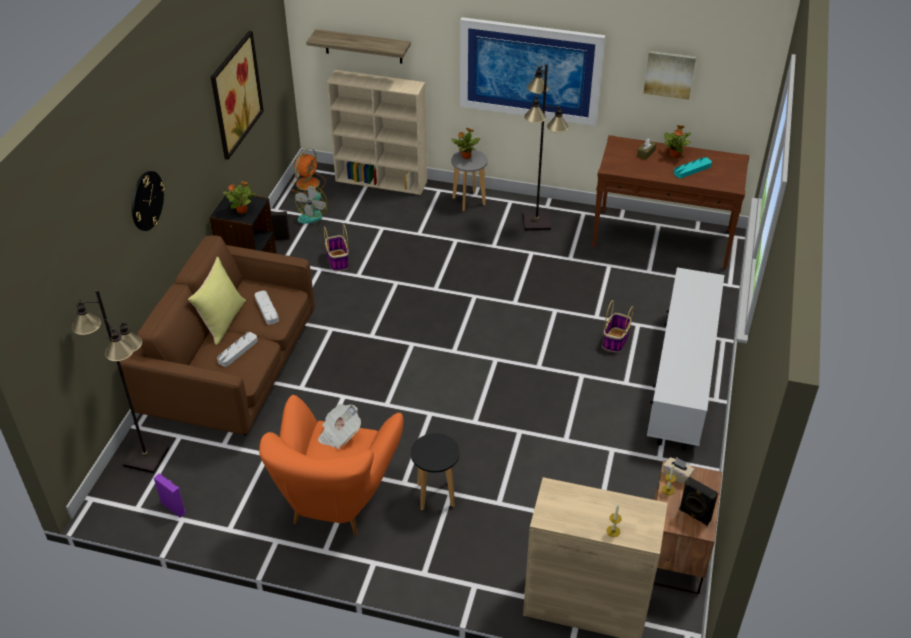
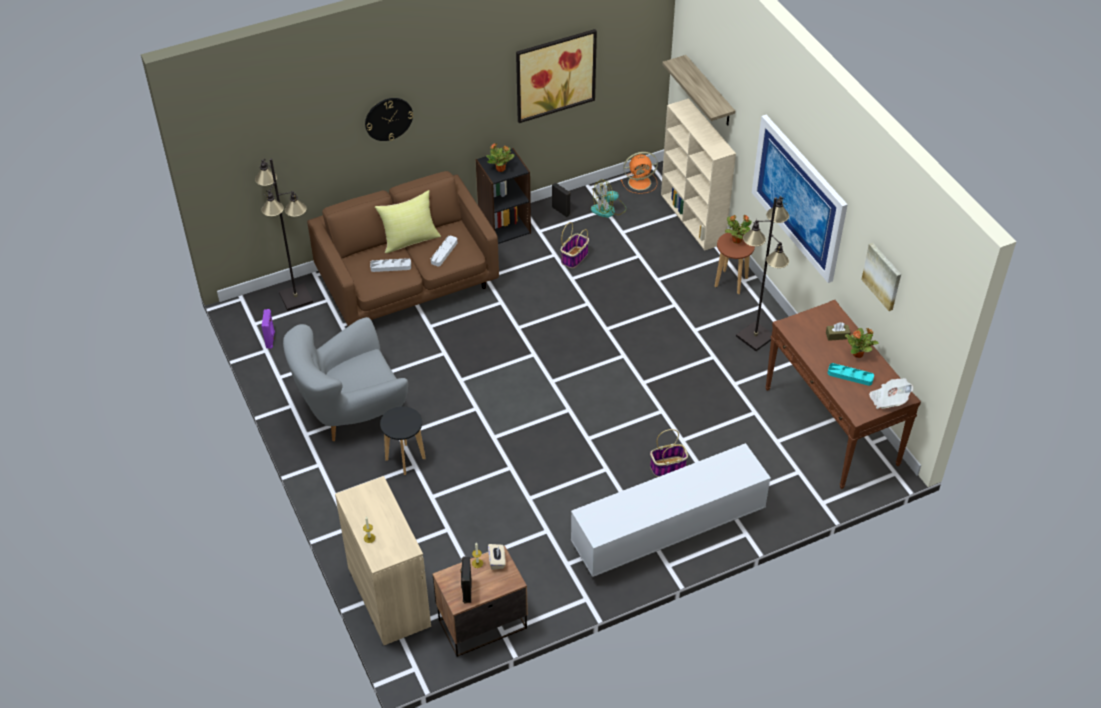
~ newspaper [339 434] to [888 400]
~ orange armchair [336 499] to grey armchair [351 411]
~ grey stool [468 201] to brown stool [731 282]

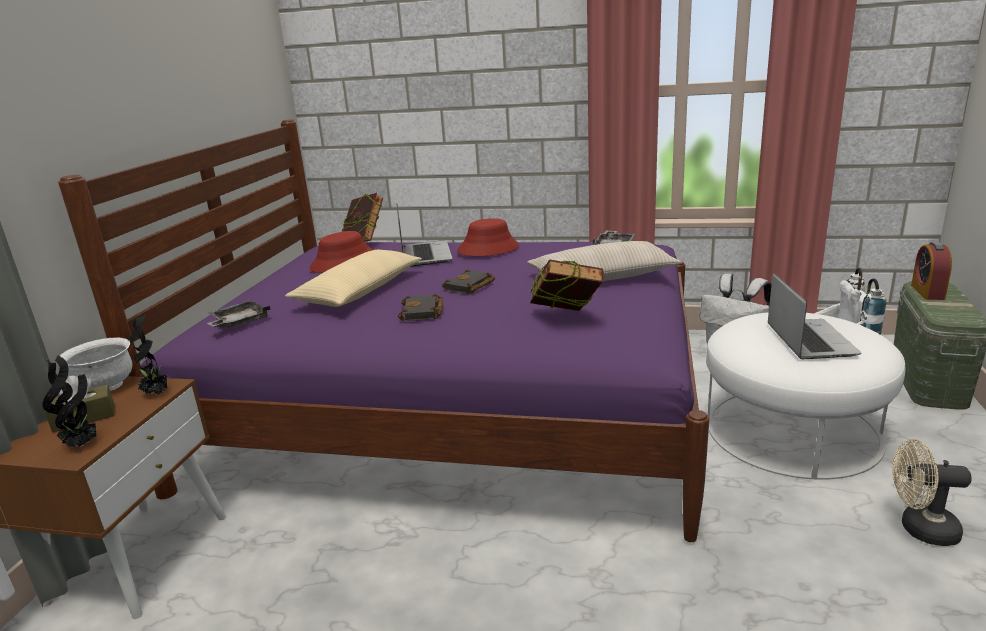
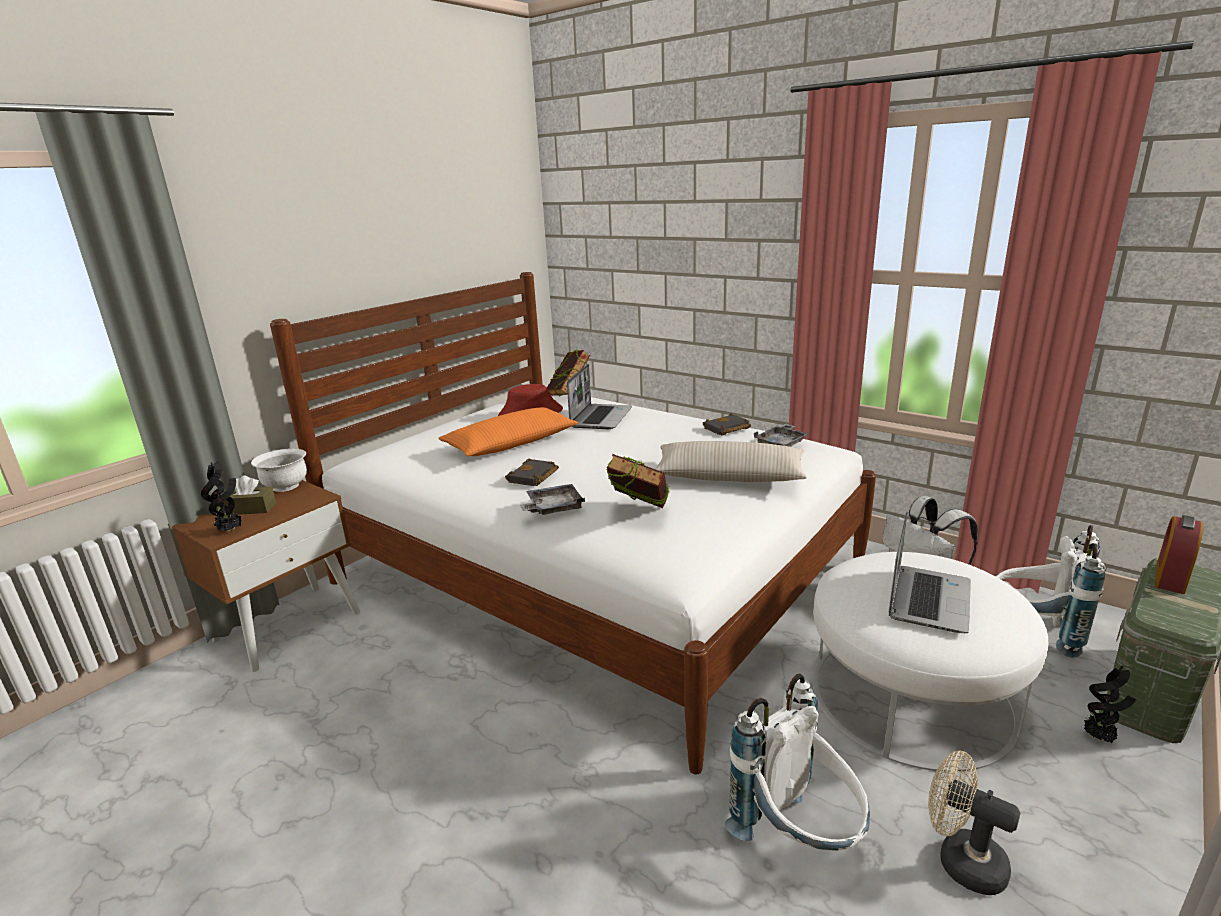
- red hat [488 249]
+ white backpack [798 837]
~ potted plant [157 393] to [1099 738]
~ grey tray [239 322] to [553 508]
~ black book [469 287] to [726 429]
~ purple bed [457 411] to white bed [594 574]
~ beige pillow [360 291] to orange pillow [511 444]

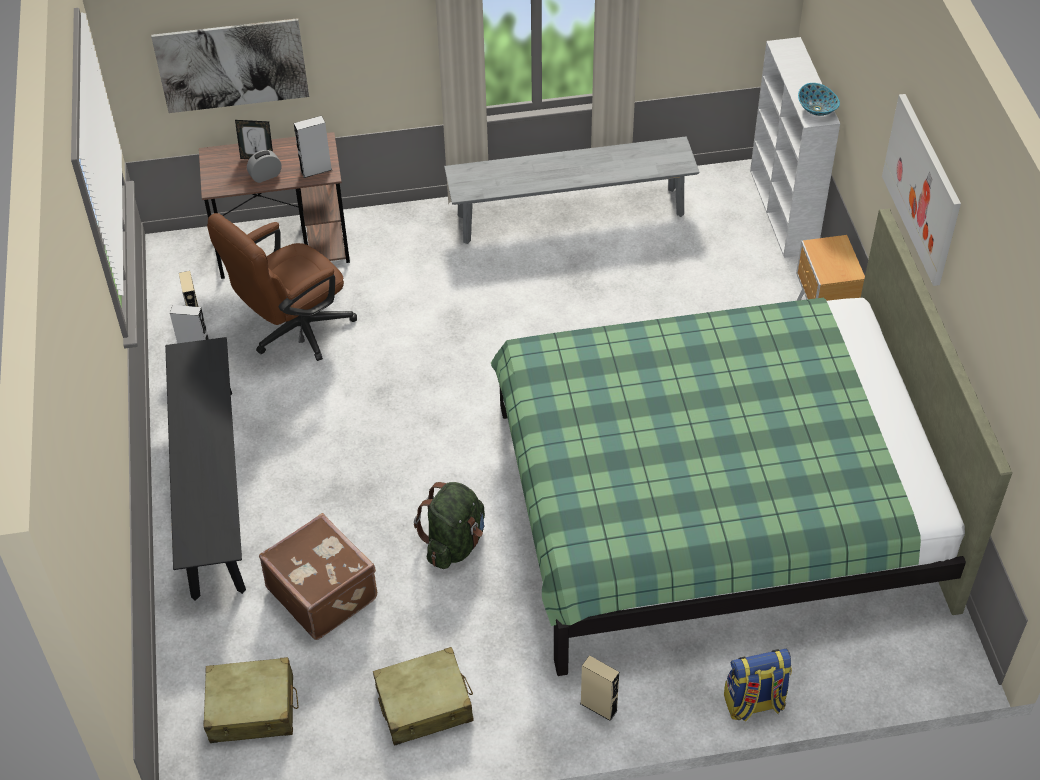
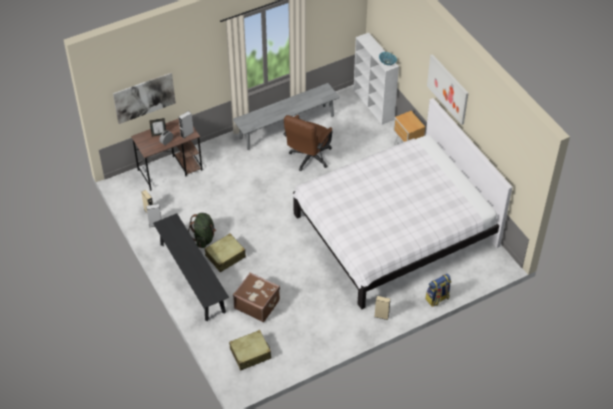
~ brown office chair [293 331] to [308 159]
~ beige suitcase [424 705] to [225 256]
~ green backpack [454 543] to [204 238]
~ green bed [715 503] to white bed [394 230]

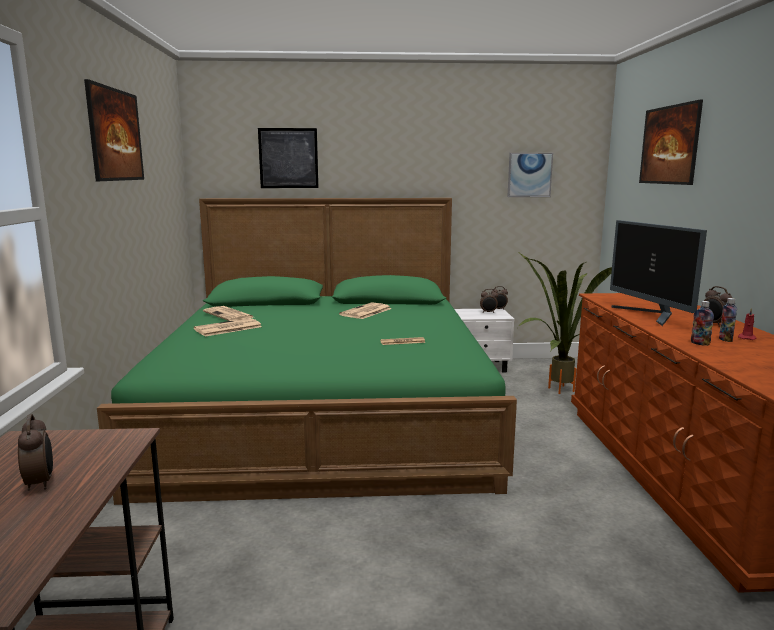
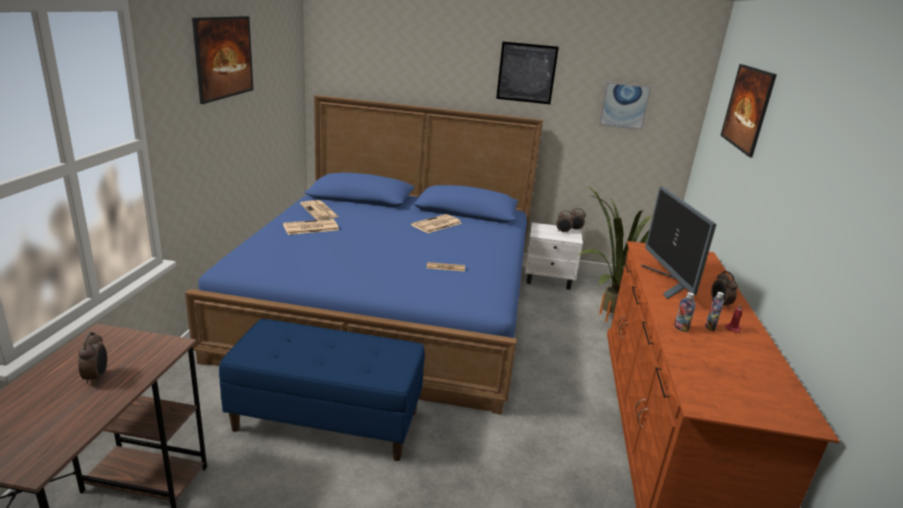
+ blue bench [328 420]
~ picture [288 158] to [526 73]
~ green bed [324 412] to blue bed [389 305]

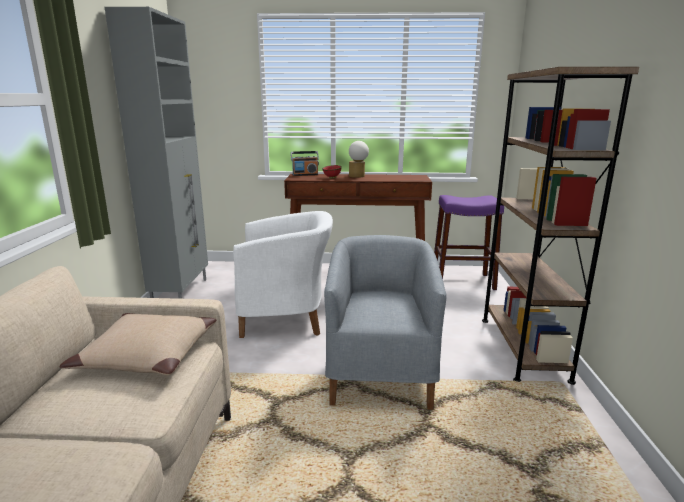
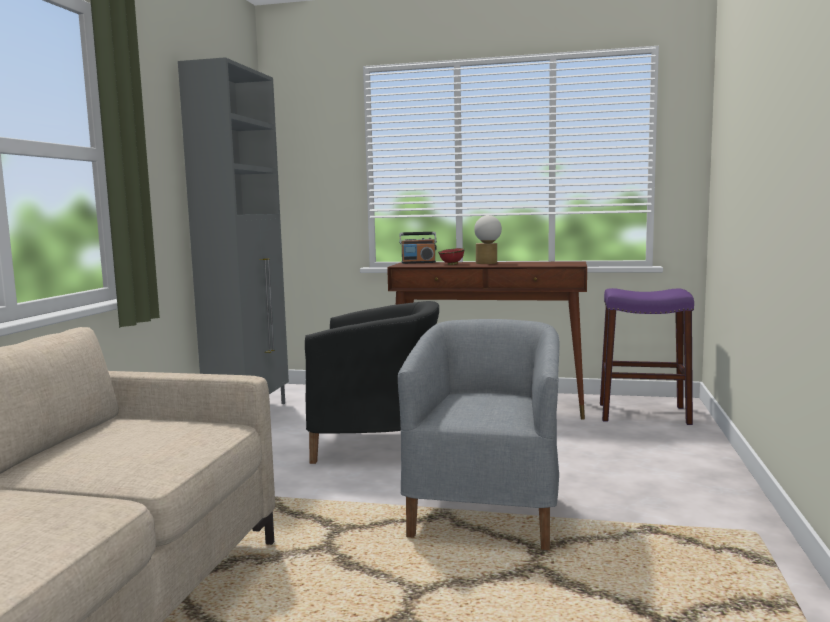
- beige pillow [147 355]
- brown bookcase [523 348]
~ white armchair [286 318] to black armchair [378 446]

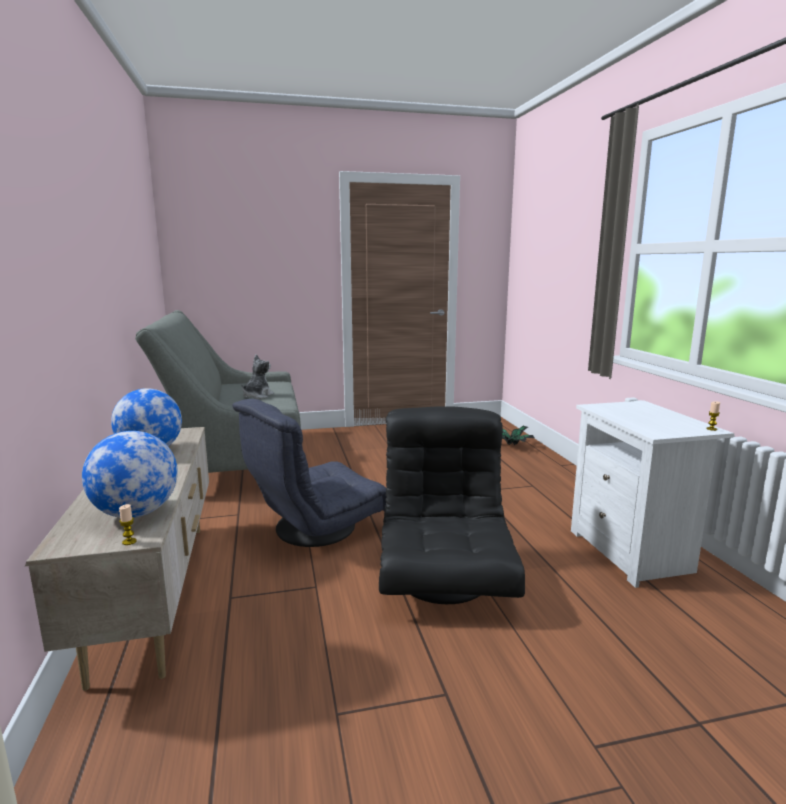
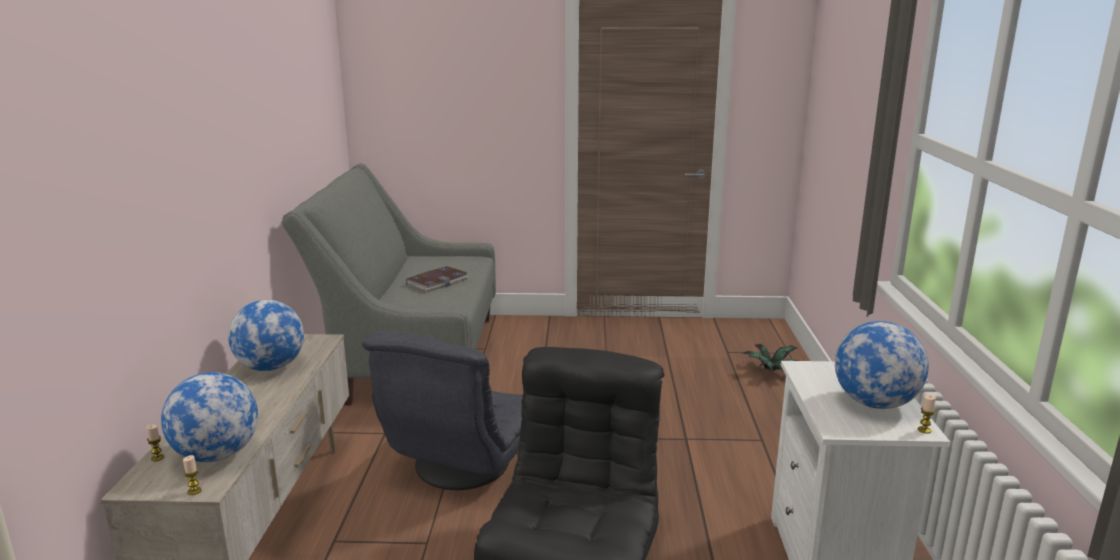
+ candle [157 458]
+ globe [874 404]
~ plush toy [257 396] to book [437 282]
~ grey armchair [314 528] = [460 464] 45 degrees counterclockwise

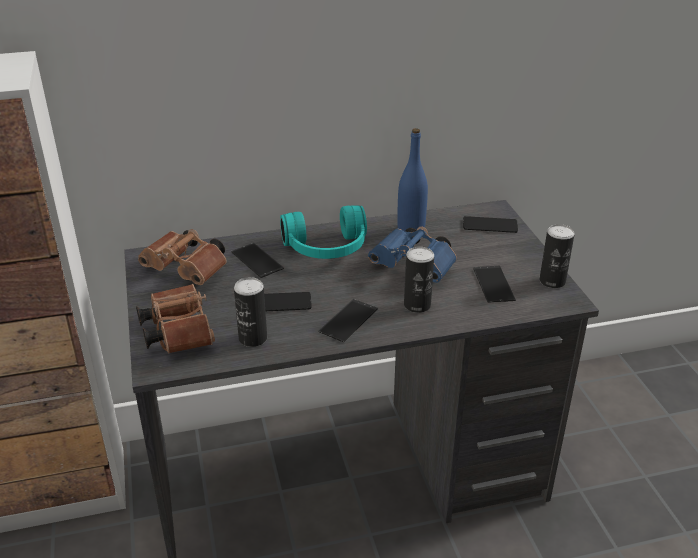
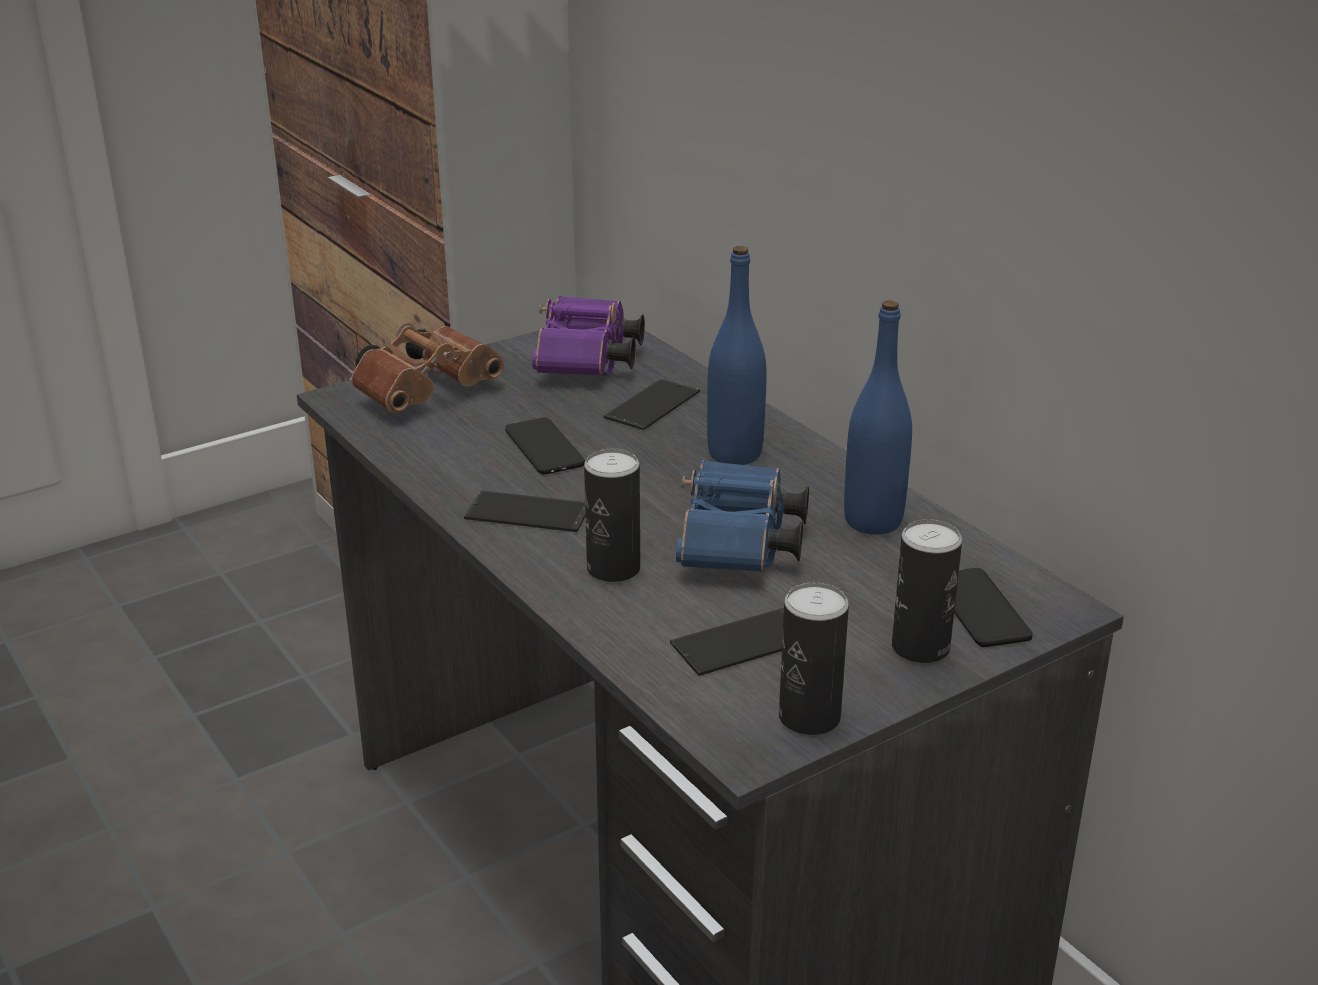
~ can [253 338] to [920 647]
~ turquoise headphones [327 249] to blue bottle [734 454]
~ brown binoculars [188 270] to purple binoculars [587 363]

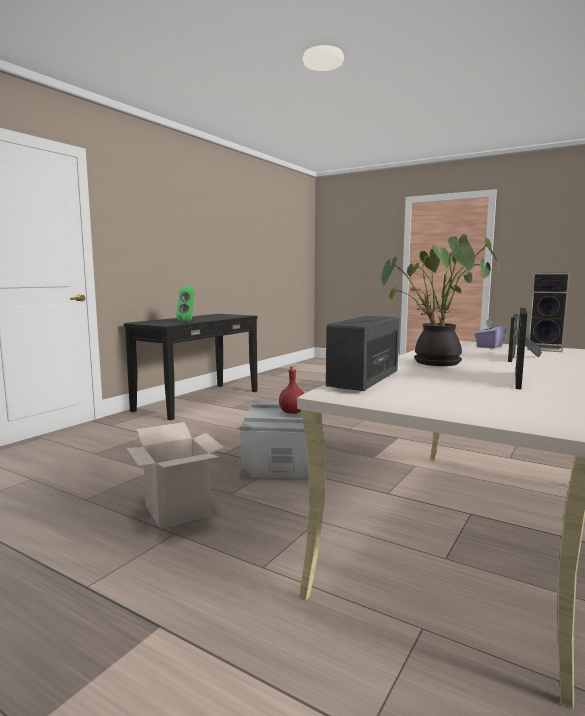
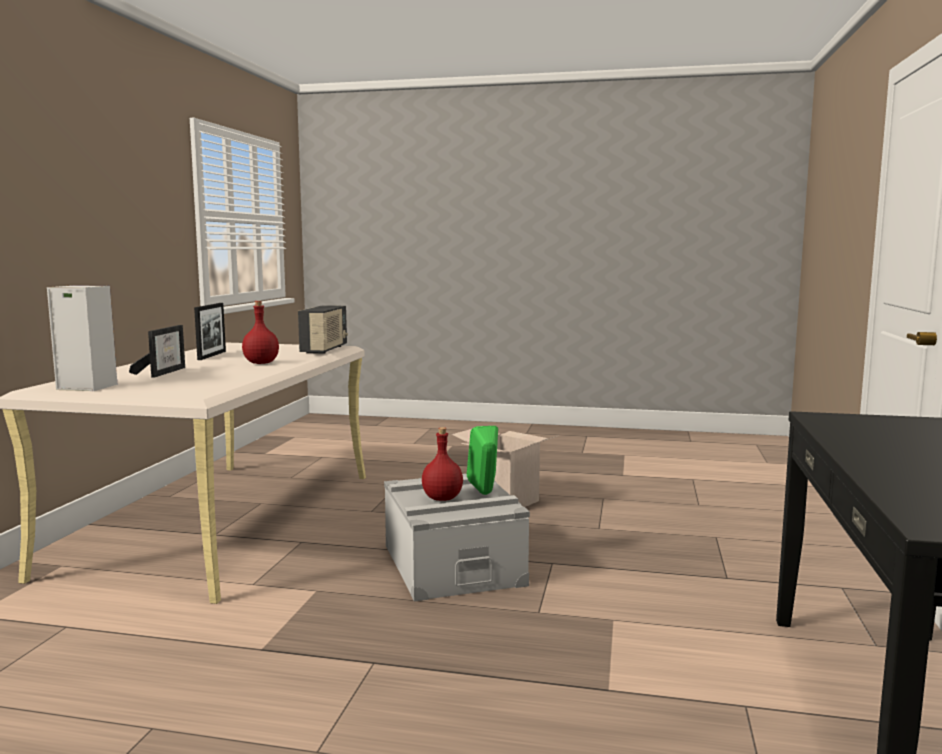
- purple tissue box [489 346]
~ green speaker [188 321] to [484 494]
~ potted plant [434 363] to red bottle [260 363]

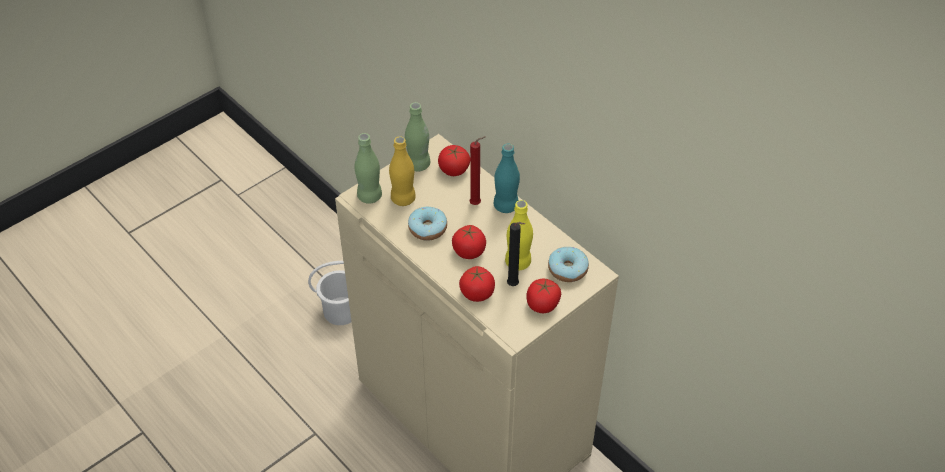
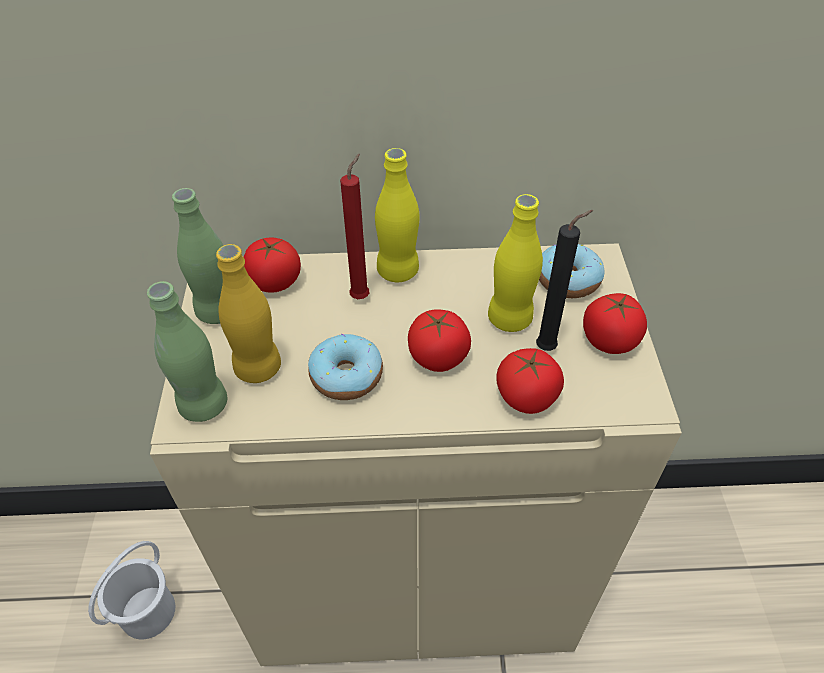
~ turquoise bottle [506 206] to yellow bottle [398 271]

